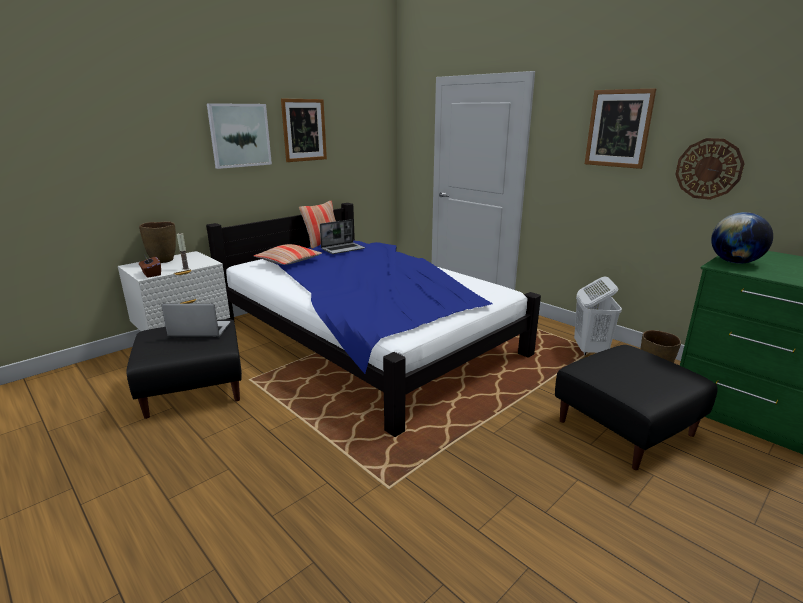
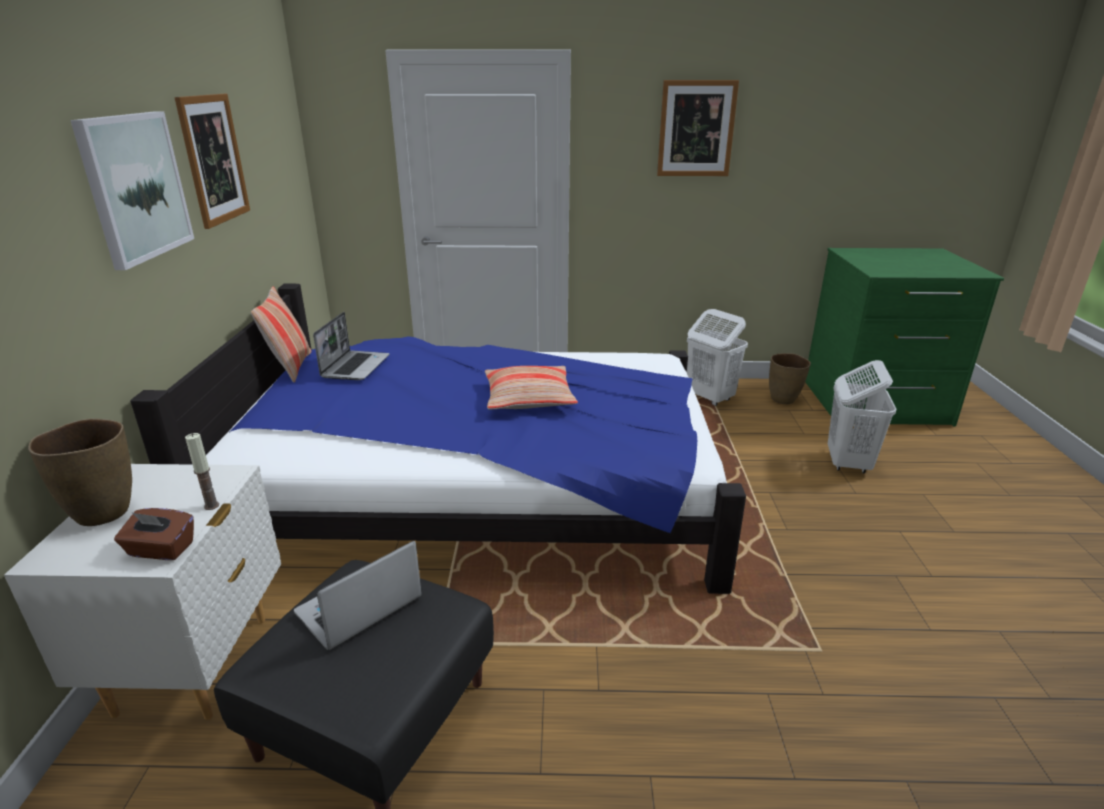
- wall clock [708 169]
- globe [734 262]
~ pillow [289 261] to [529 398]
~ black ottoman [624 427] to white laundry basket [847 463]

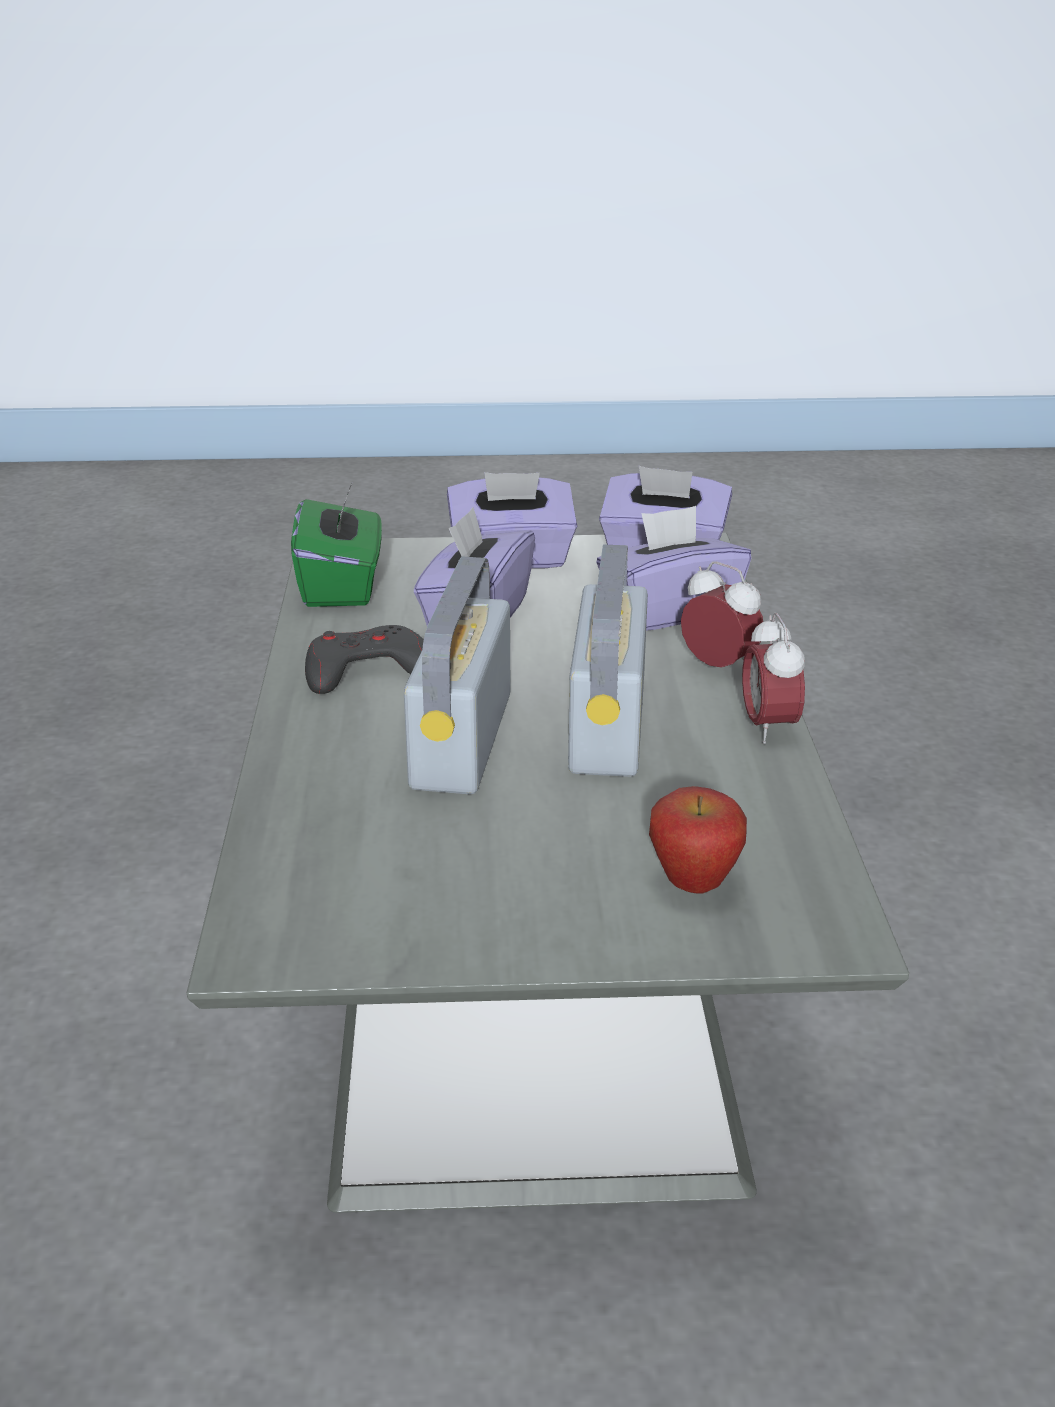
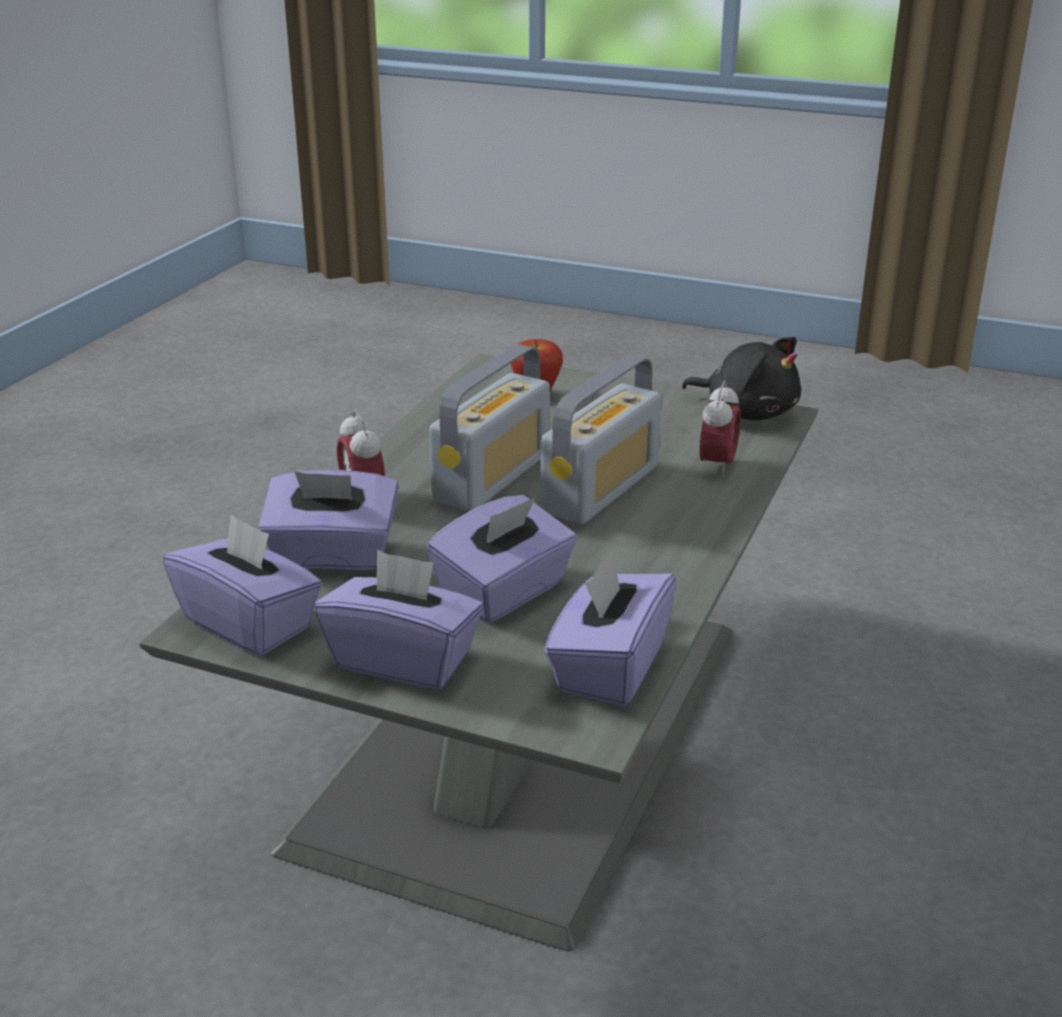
- grey game controller [367 671]
+ black plush toy [746 412]
~ alarm clock [768 727] to [717 466]
~ green tissue box [341 586] to purple tissue box [609 667]

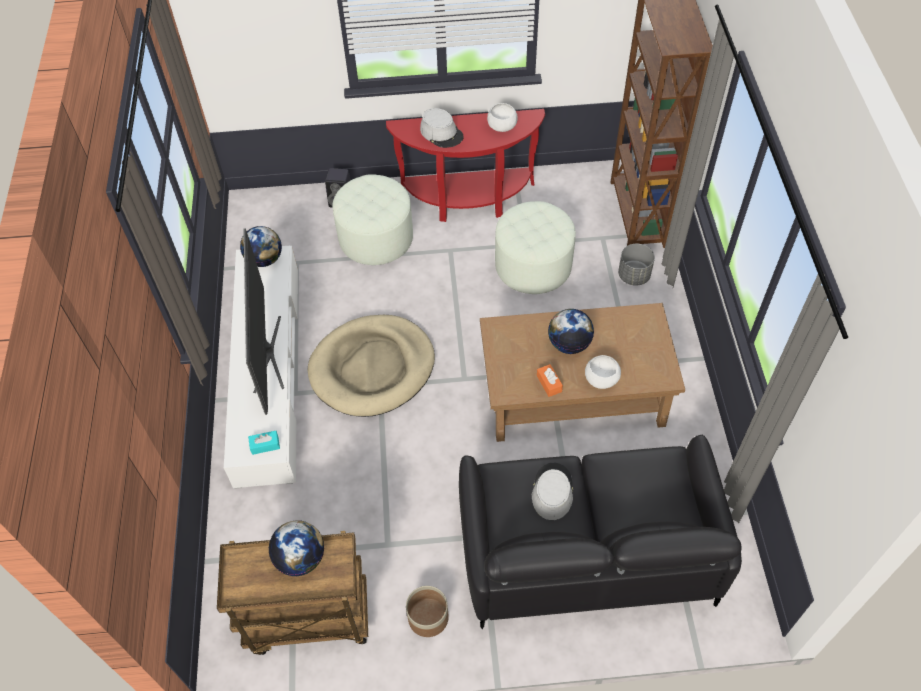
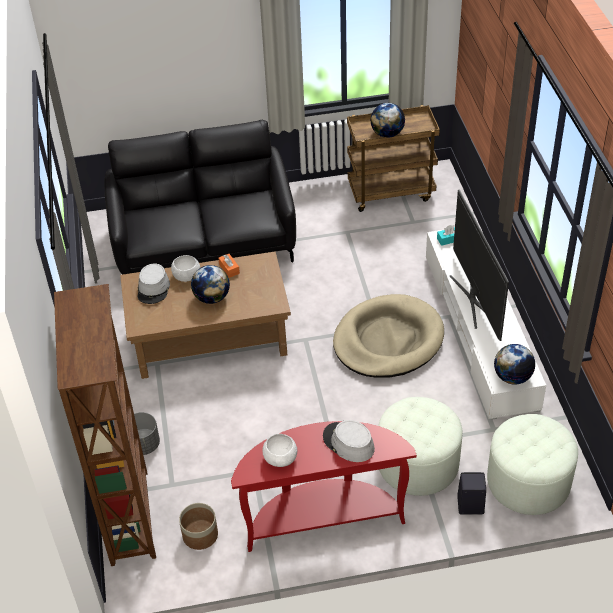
~ planter [428 618] to [200 535]
~ white ottoman [533 265] to [528 482]
~ grey hat [552 491] to [153 288]

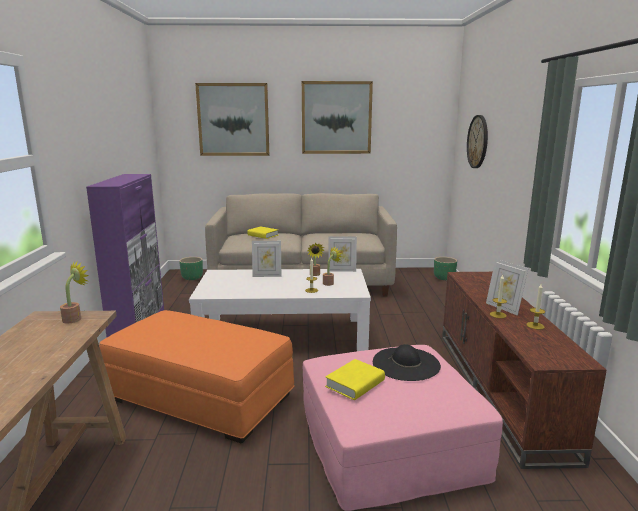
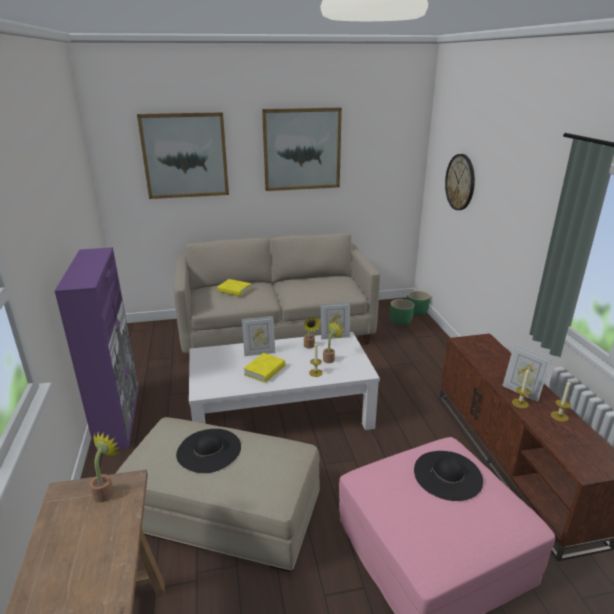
+ black hat [209 450]
~ green planter [192 278] to [401 322]
~ yellow book [355 384] to [264 371]
~ orange ottoman [200 396] to beige ottoman [223 512]

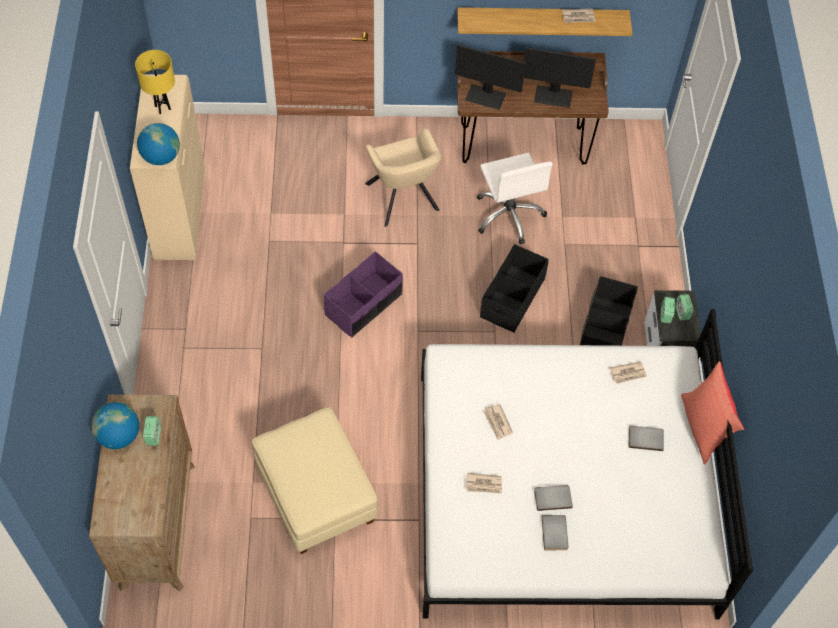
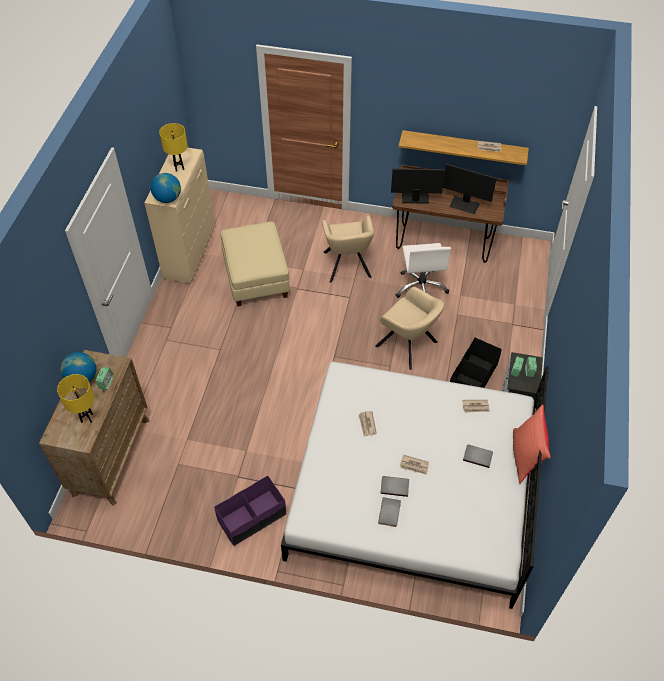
+ yellow table lamp [87 418]
~ beige ottoman [315 495] to [256 277]
~ purple storage box [364 305] to [252 518]
~ newspaper [484 484] to [414 465]
~ black storage box [512 298] to beige armchair [408 345]
~ monitor [486 96] = [415 198] 150 degrees clockwise

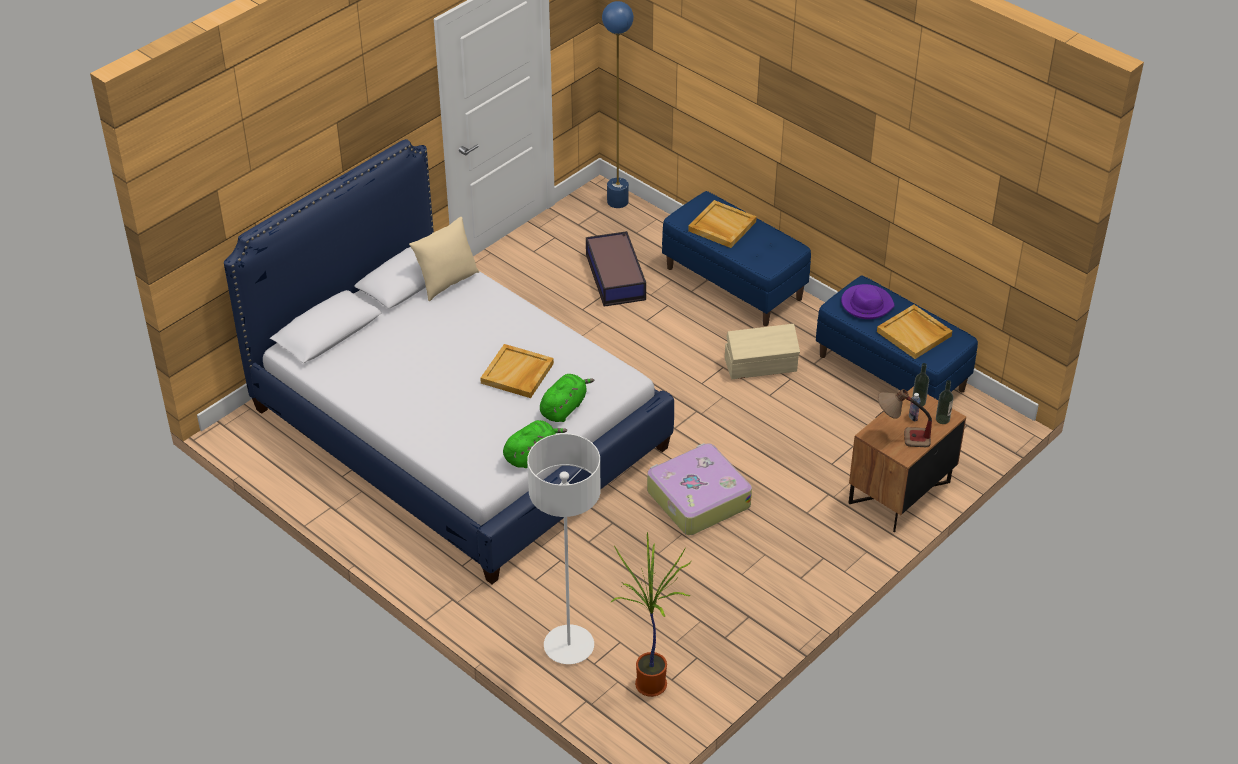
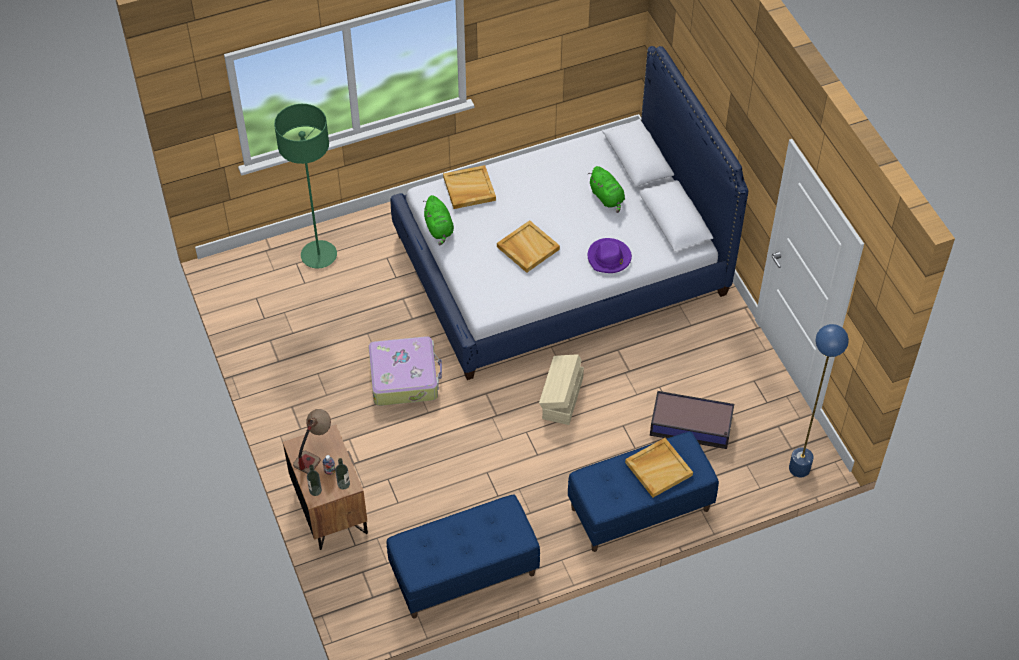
- beige pillow [446 282]
- potted plant [650 687]
~ green plush toy [564 408] to [607 198]
~ beige storage box [761 366] to [561 398]
~ purple hat [866 304] to [609 258]
~ beige tray [914 334] to [469 189]
~ white floor lamp [569 646] to green floor lamp [319 255]

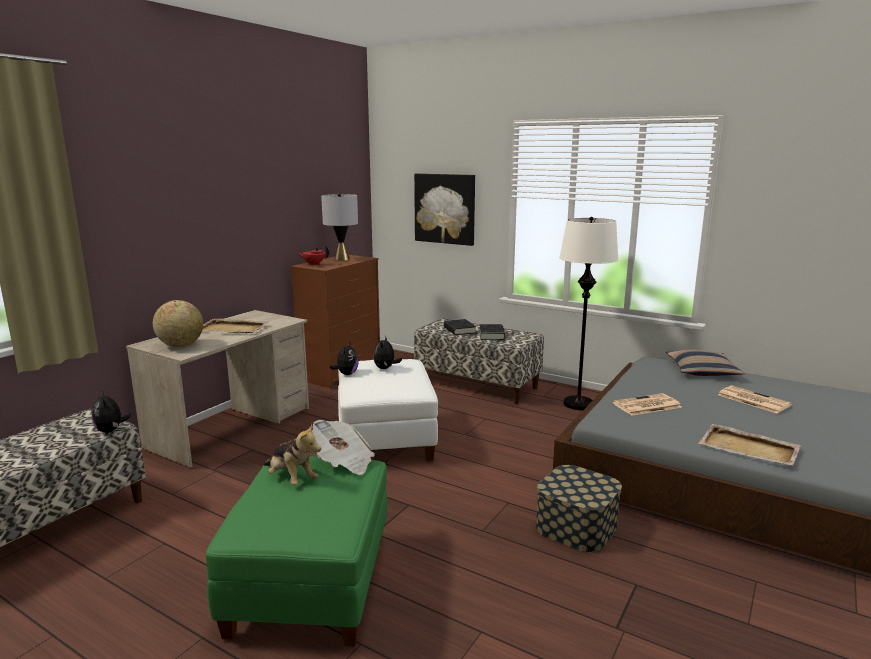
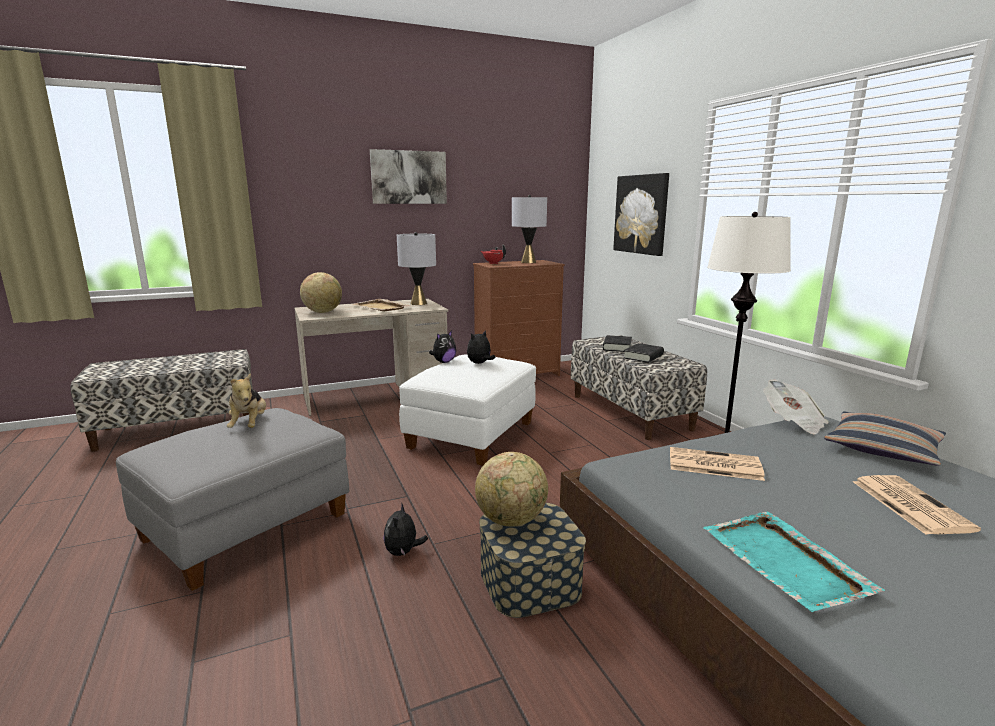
+ picture [409 177]
+ grey table lamp [418 303]
+ globe [511 520]
~ plush toy [111 430] to [403 552]
~ newspaper [343 462] to [793 422]
~ green ottoman [310 584] to grey ottoman [246 527]
~ beige tray [749 448] to turquoise tray [785 563]

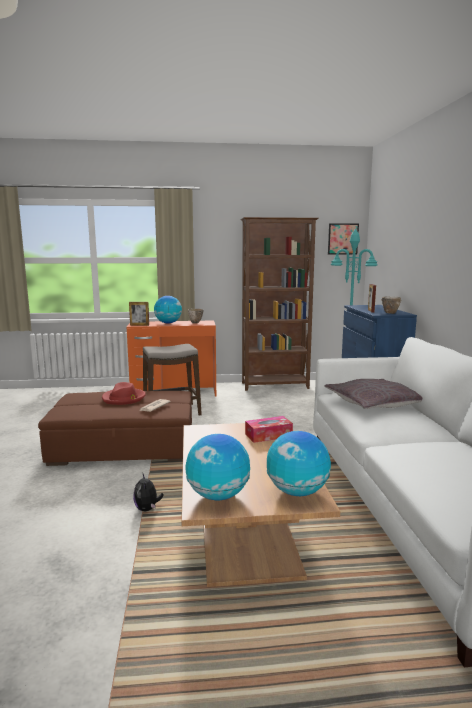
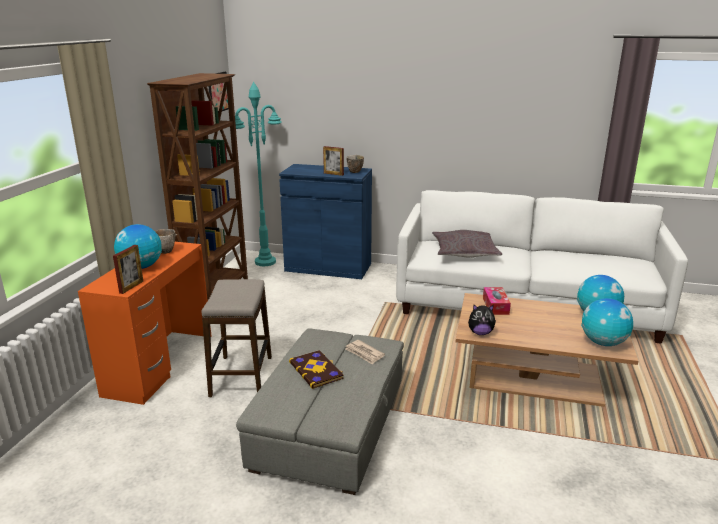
~ plush toy [147 509] to [480 333]
~ red hat [124 398] to book [316 370]
~ brown ottoman [124 446] to grey ottoman [331 425]

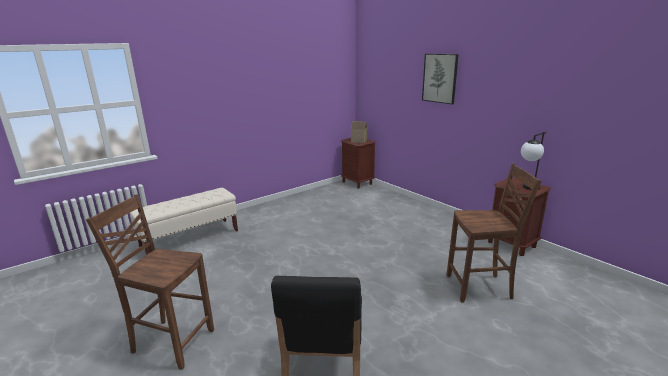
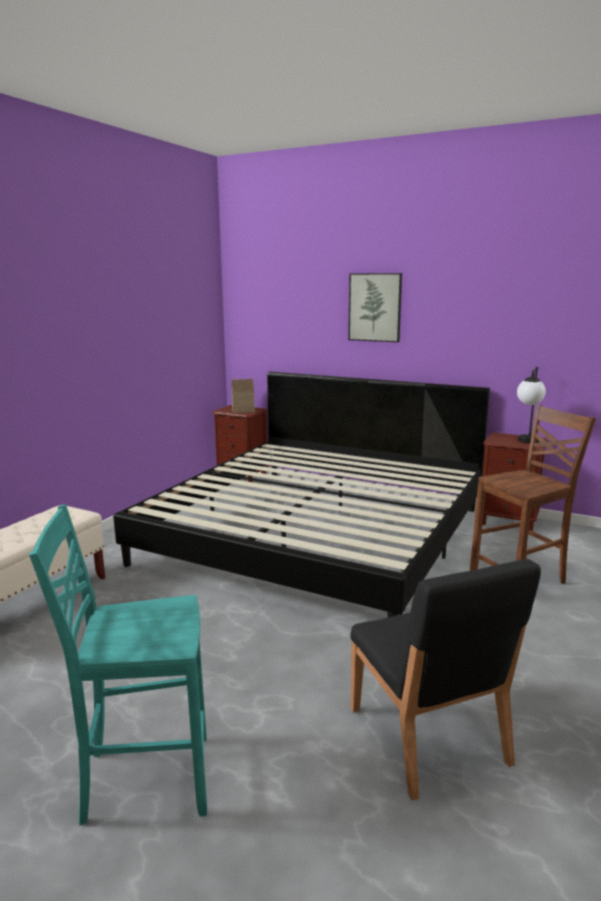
+ bed [317 534]
~ brown chair [172 341] to turquoise chair [144 779]

